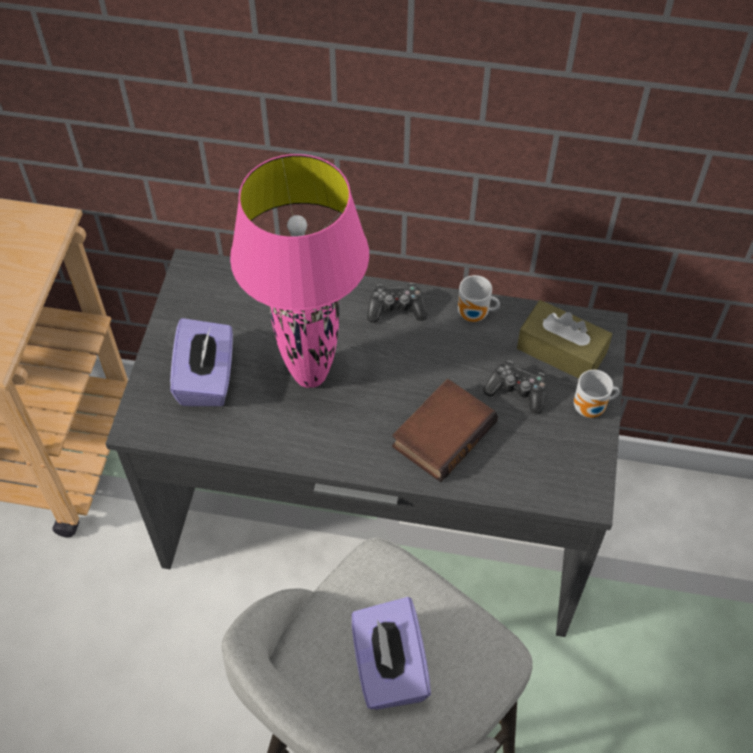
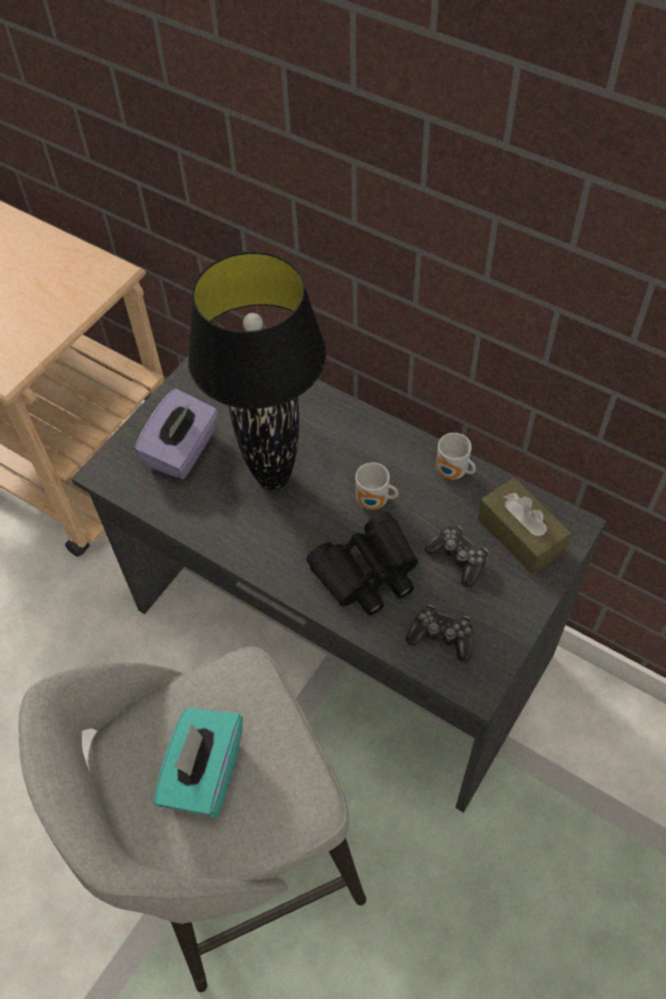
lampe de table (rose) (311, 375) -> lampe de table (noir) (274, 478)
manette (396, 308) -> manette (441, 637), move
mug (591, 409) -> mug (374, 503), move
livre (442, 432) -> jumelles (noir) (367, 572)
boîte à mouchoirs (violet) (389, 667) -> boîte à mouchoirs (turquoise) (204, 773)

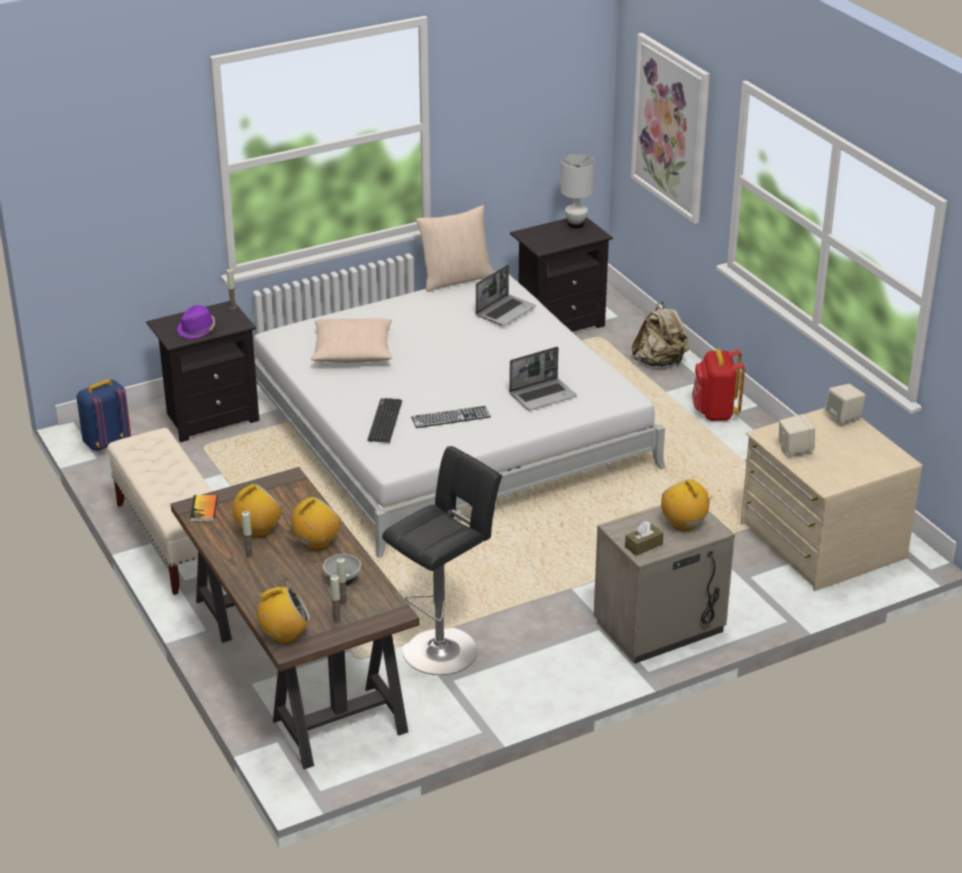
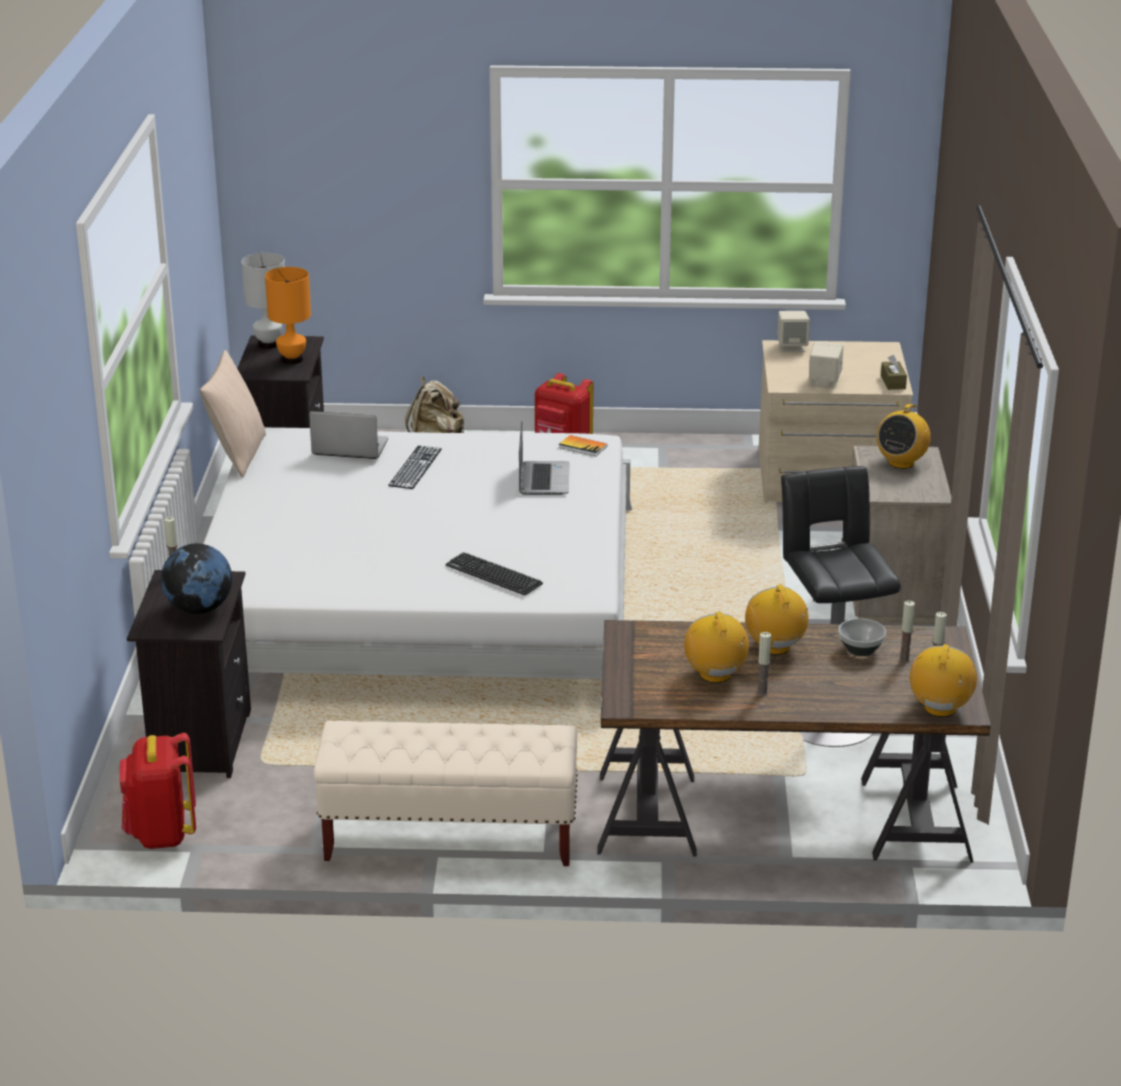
tableau (671, 127) -> none
ordinateur portable (505, 311) -> ordinateur portable (349, 448), 60 degrees counterclockwise
chapeau (violet) (197, 329) -> globe (199, 609)
coussin (beige) (353, 351) -> none
sac à dos (bleu) (106, 442) -> sac à dos (rouge) (161, 834)
clavier (451, 417) -> clavier (415, 467), move
radio (684, 524) -> radio (901, 463), 60 degrees counterclockwise
livre (204, 509) -> livre (583, 447), move
boîte à mouchoirs (marron) (643, 546) -> boîte à mouchoirs (marron) (893, 382), move
none -> lampe de table (orange) (292, 359)

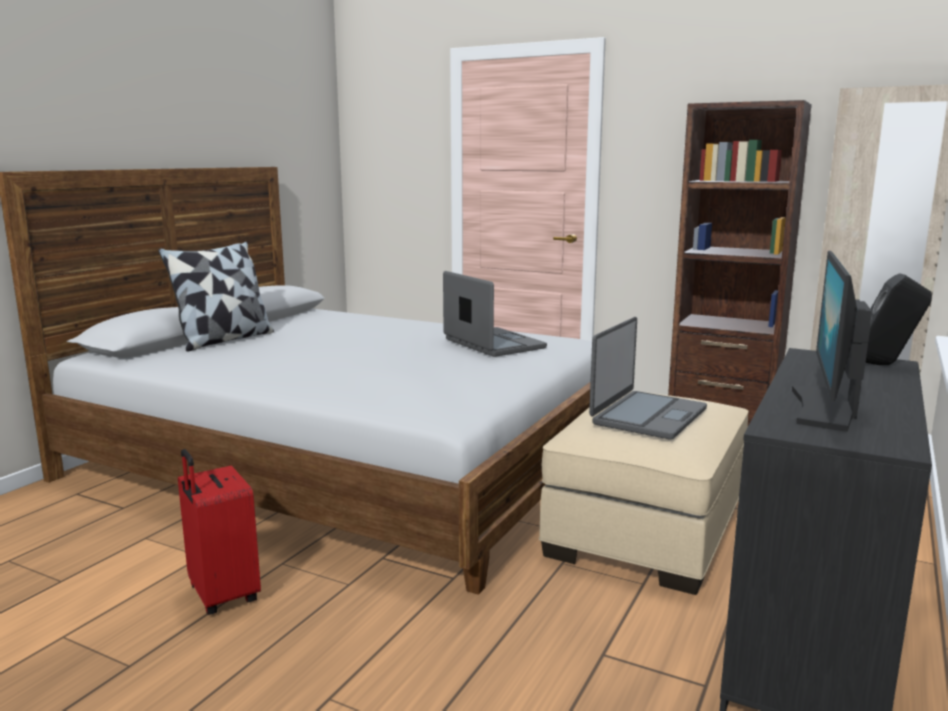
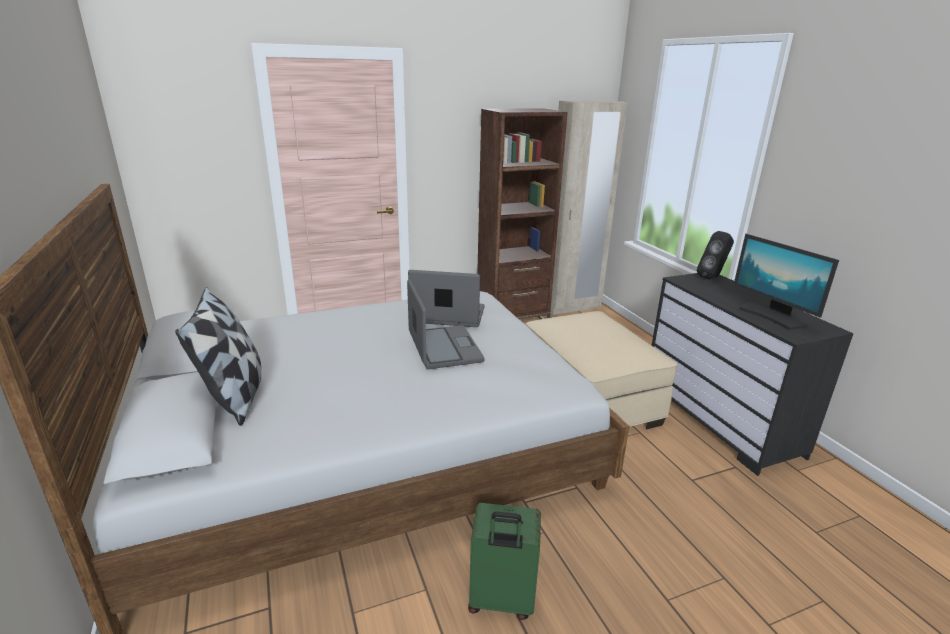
ordinateur portable (647, 416) -> ordinateur portable (443, 348), move
valise (rouge) (221, 595) -> valise (vert) (501, 601)

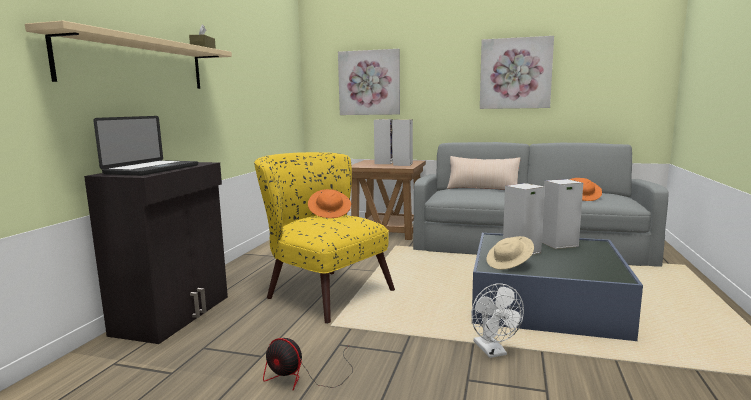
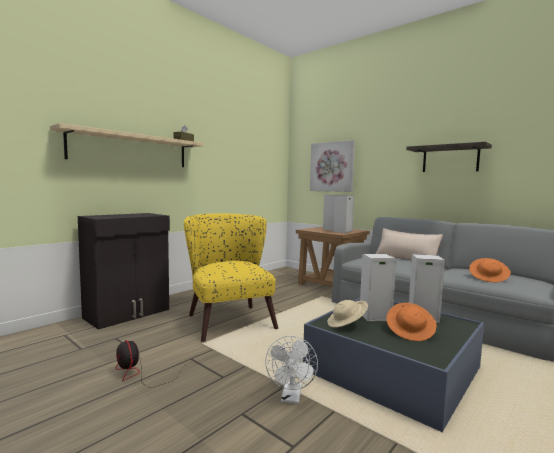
tableau (515, 73) -> étagère (450, 159)
ordinateur portable (152, 169) -> none
chapeau (orange) (330, 214) -> chapeau (orange) (410, 332), move

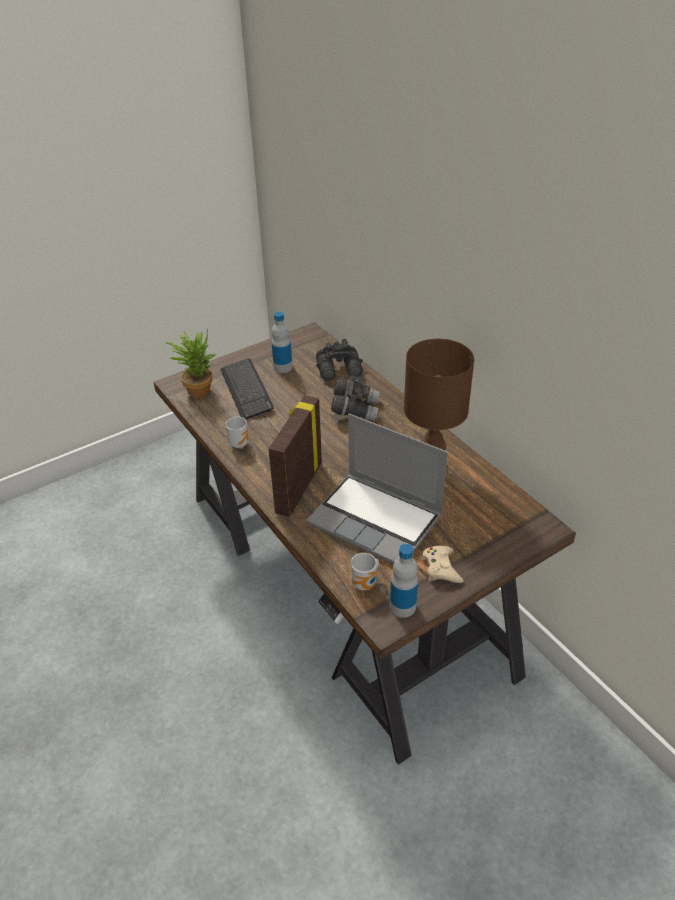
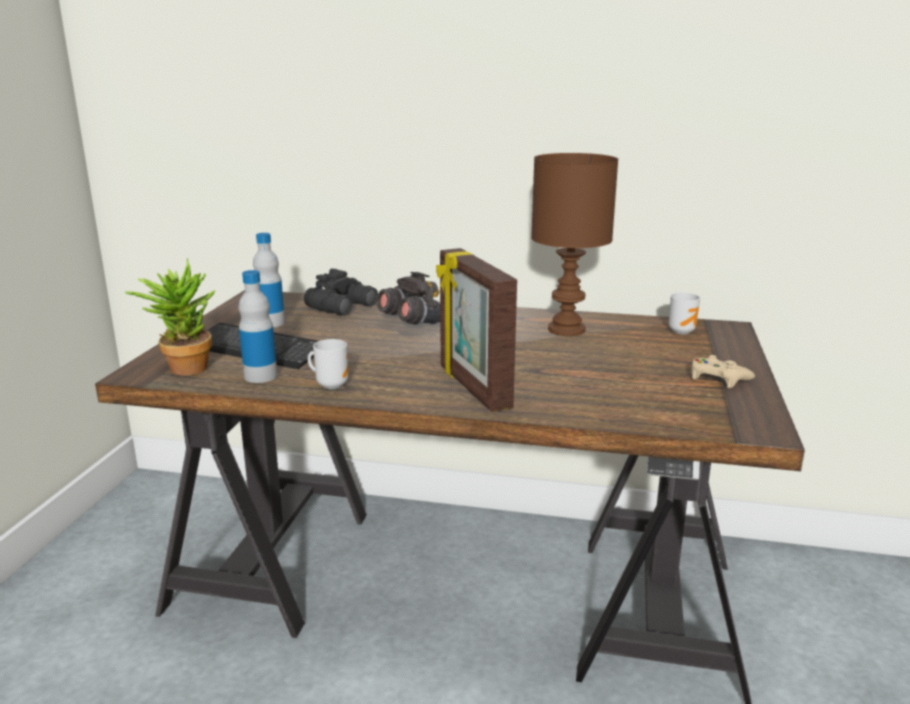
ordinateur portable (377, 520) -> none
bouteille (402, 606) -> bouteille (260, 376), move
mug (366, 584) -> mug (682, 331), move

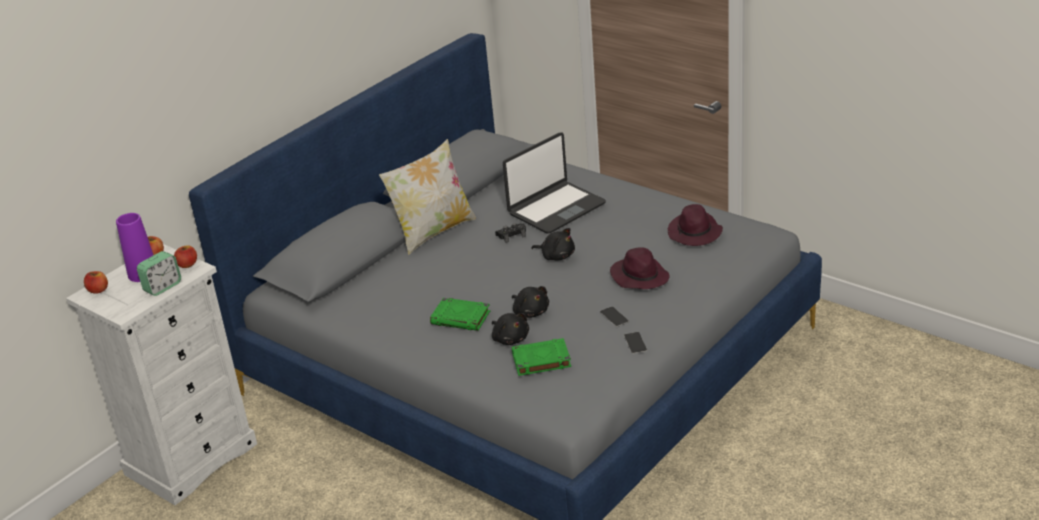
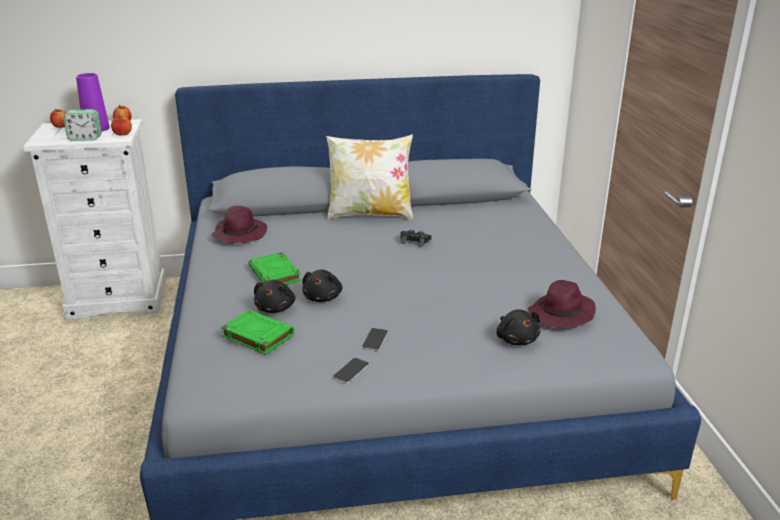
ordinateur portable (556, 208) -> none
peluche (noir) (556, 256) -> peluche (noir) (516, 339), move
chapeau (violet) (639, 277) -> chapeau (violet) (239, 233), move

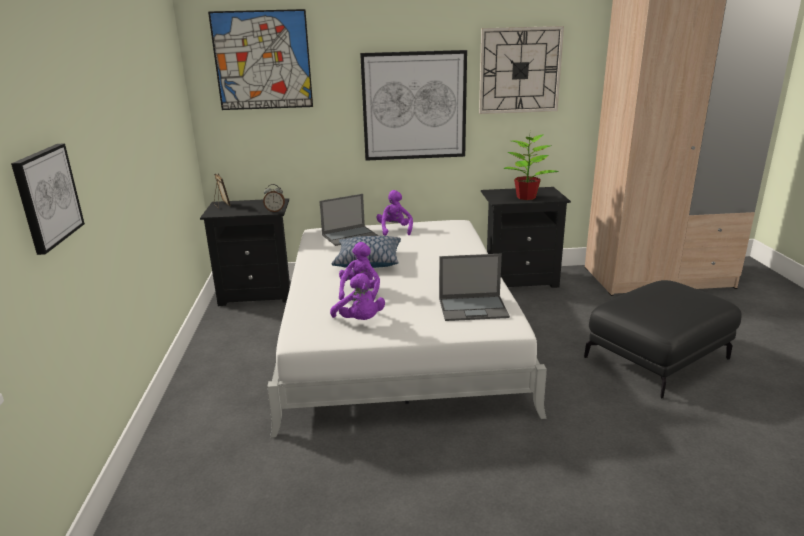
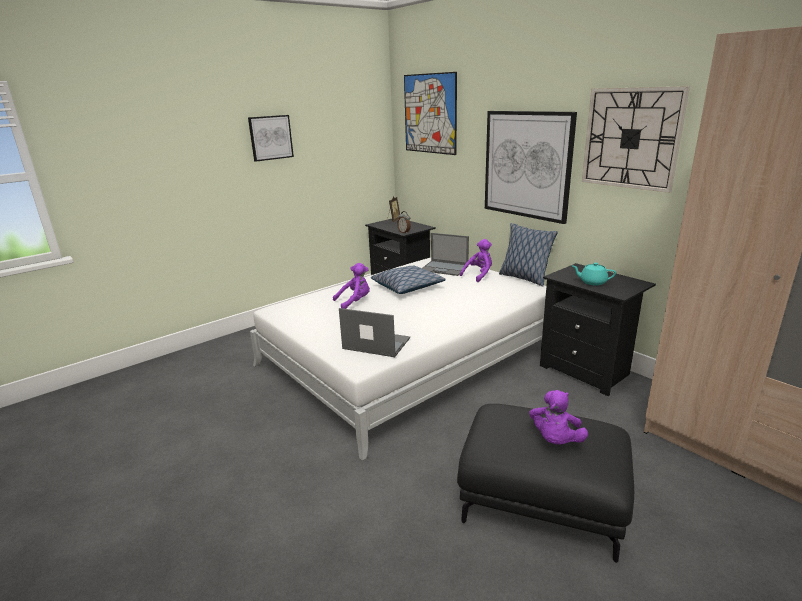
plante en pot (526, 197) -> théière (turquoise) (592, 282)
tableau (47, 197) -> tableau (270, 137), move
ordinateur portable (474, 308) -> ordinateur portable (375, 343), 150 degrees clockwise
peluche (violet) (360, 321) -> peluche (violet) (555, 440), move
none -> coussin (524, 278)

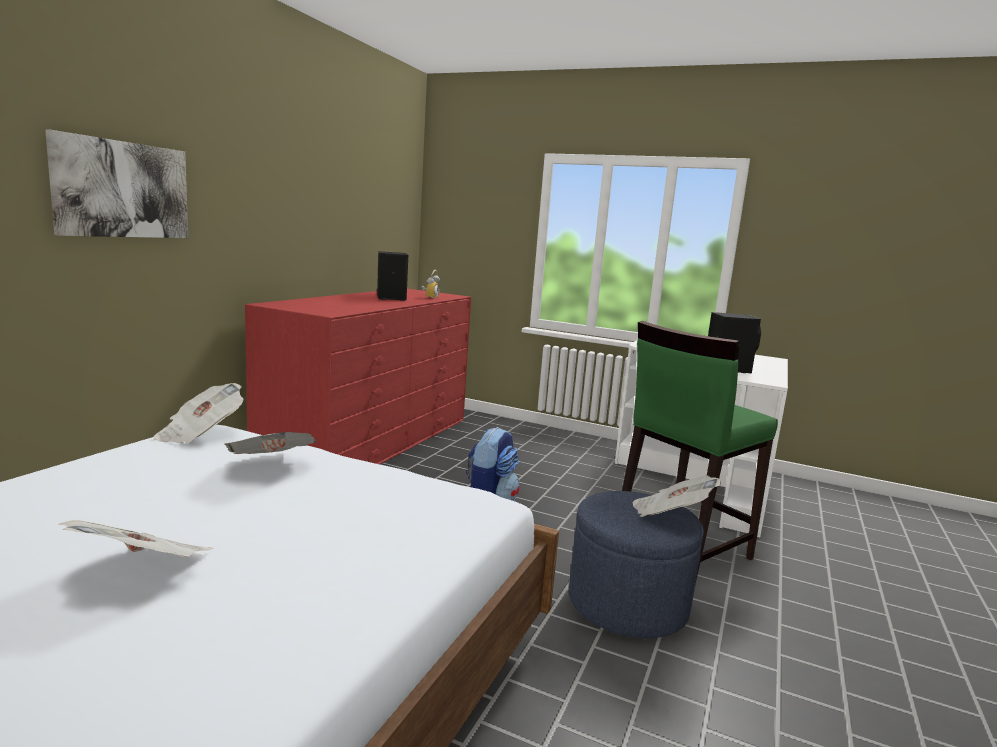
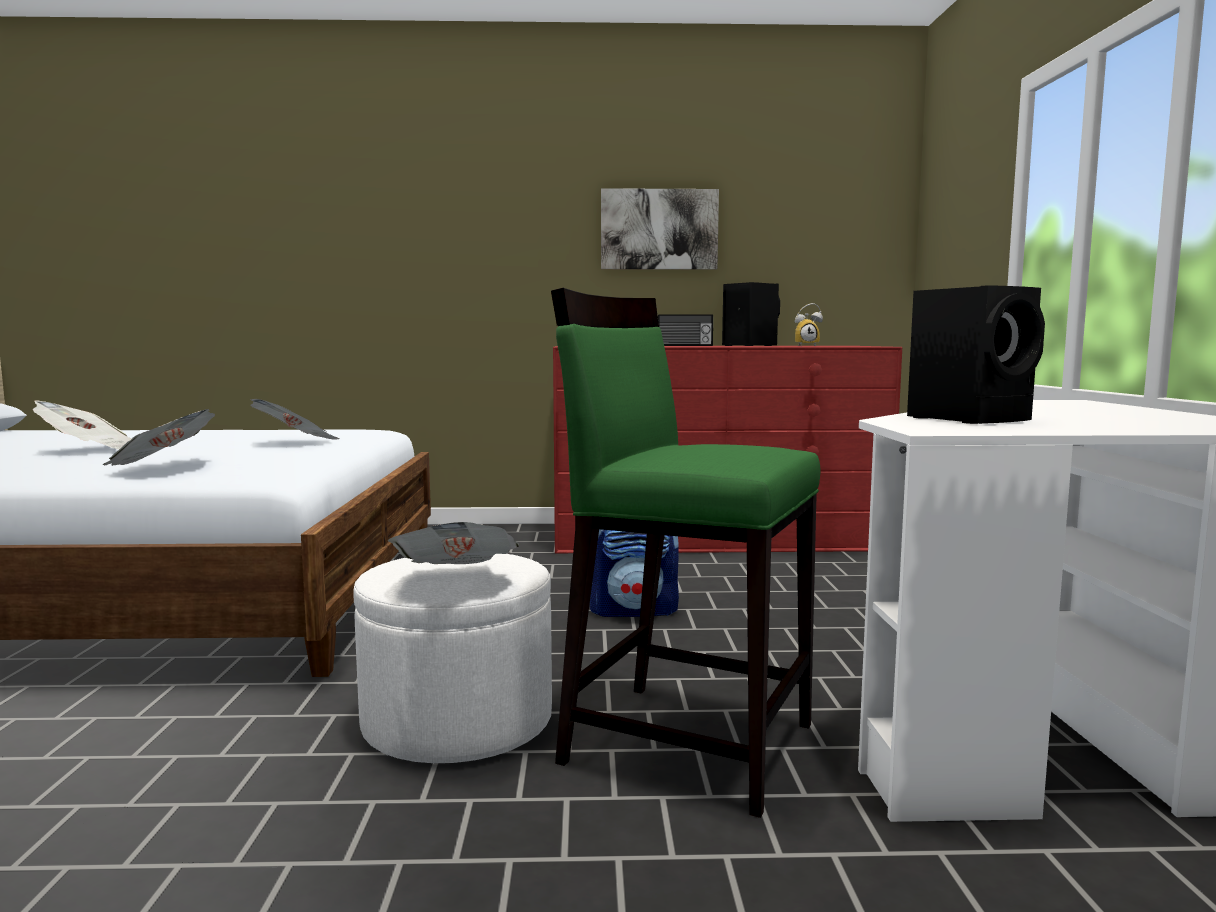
tableau (122, 189) -> tableau (659, 229), move
journal (200, 434) -> journal (162, 466), move
pouf (bleu) (627, 603) -> pouf (blanc) (458, 721)
none -> radio (684, 345)

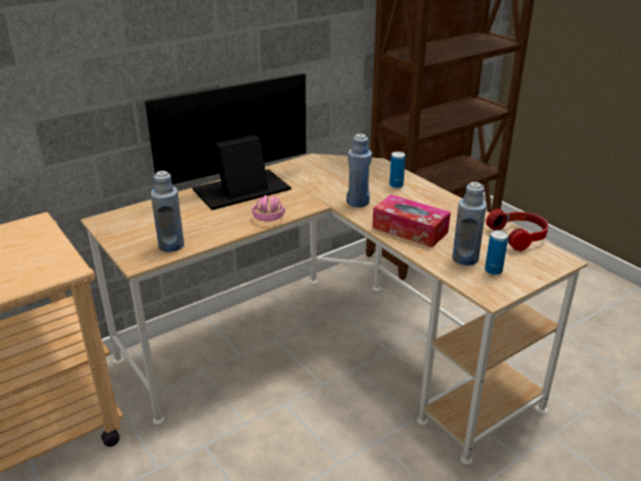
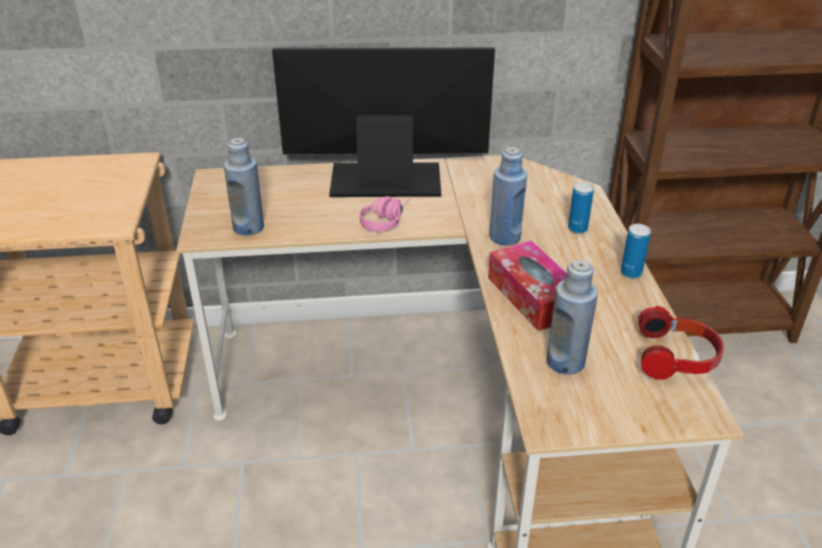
boîte métallique (493, 271) -> boîte métallique (631, 273), move

